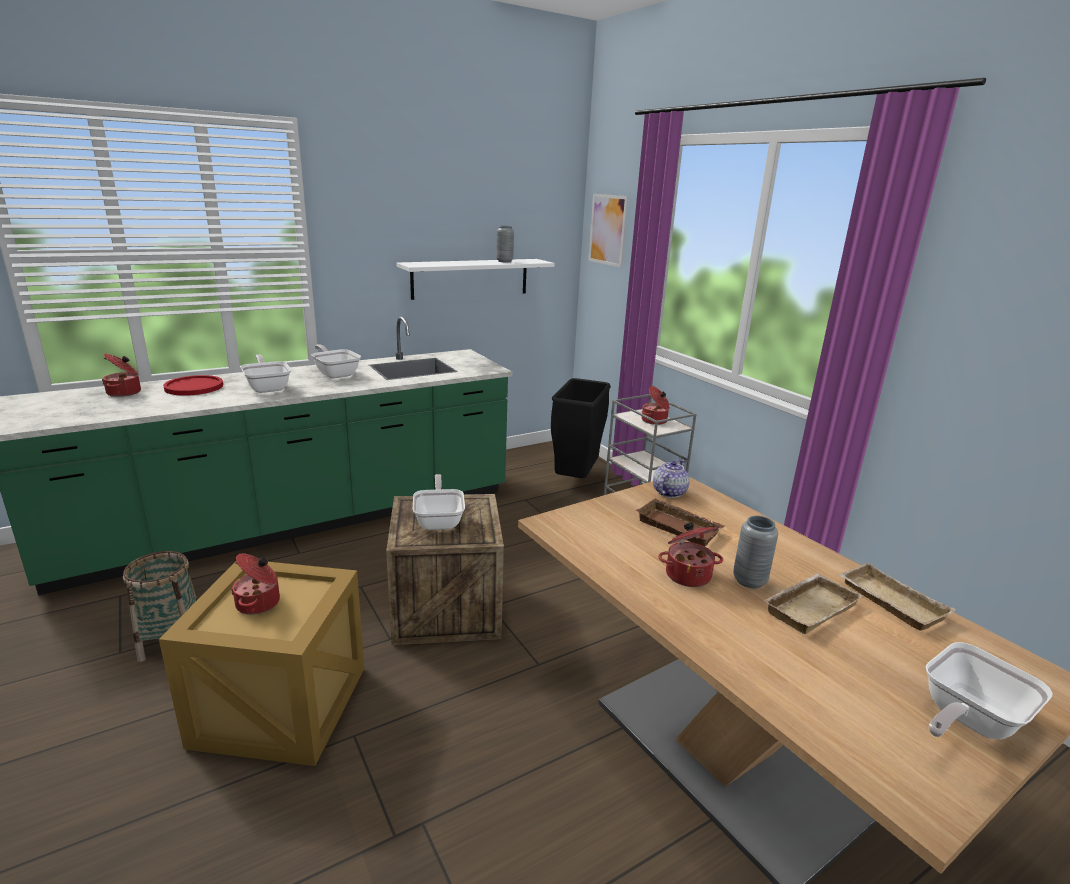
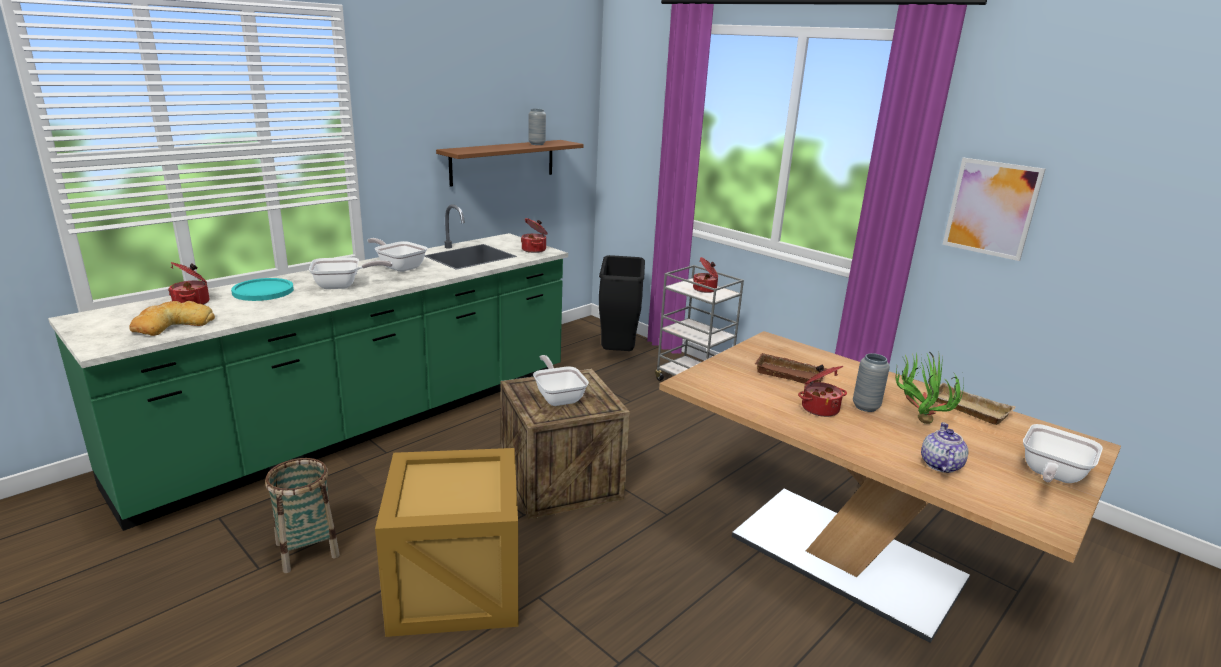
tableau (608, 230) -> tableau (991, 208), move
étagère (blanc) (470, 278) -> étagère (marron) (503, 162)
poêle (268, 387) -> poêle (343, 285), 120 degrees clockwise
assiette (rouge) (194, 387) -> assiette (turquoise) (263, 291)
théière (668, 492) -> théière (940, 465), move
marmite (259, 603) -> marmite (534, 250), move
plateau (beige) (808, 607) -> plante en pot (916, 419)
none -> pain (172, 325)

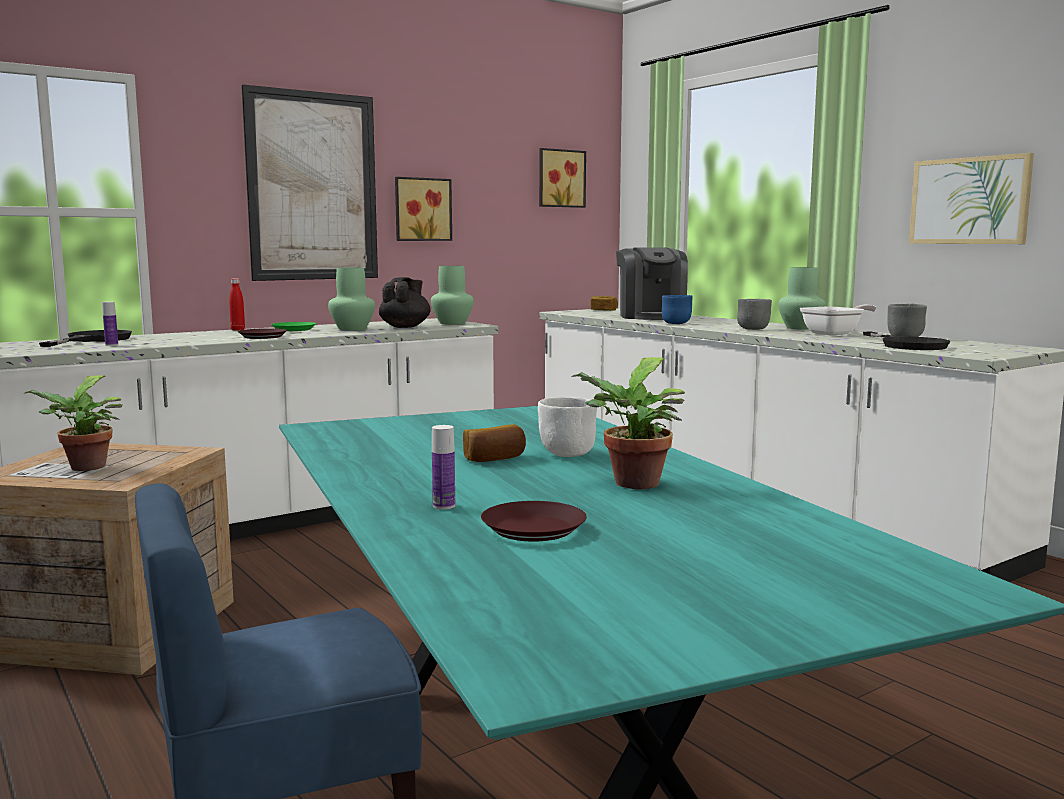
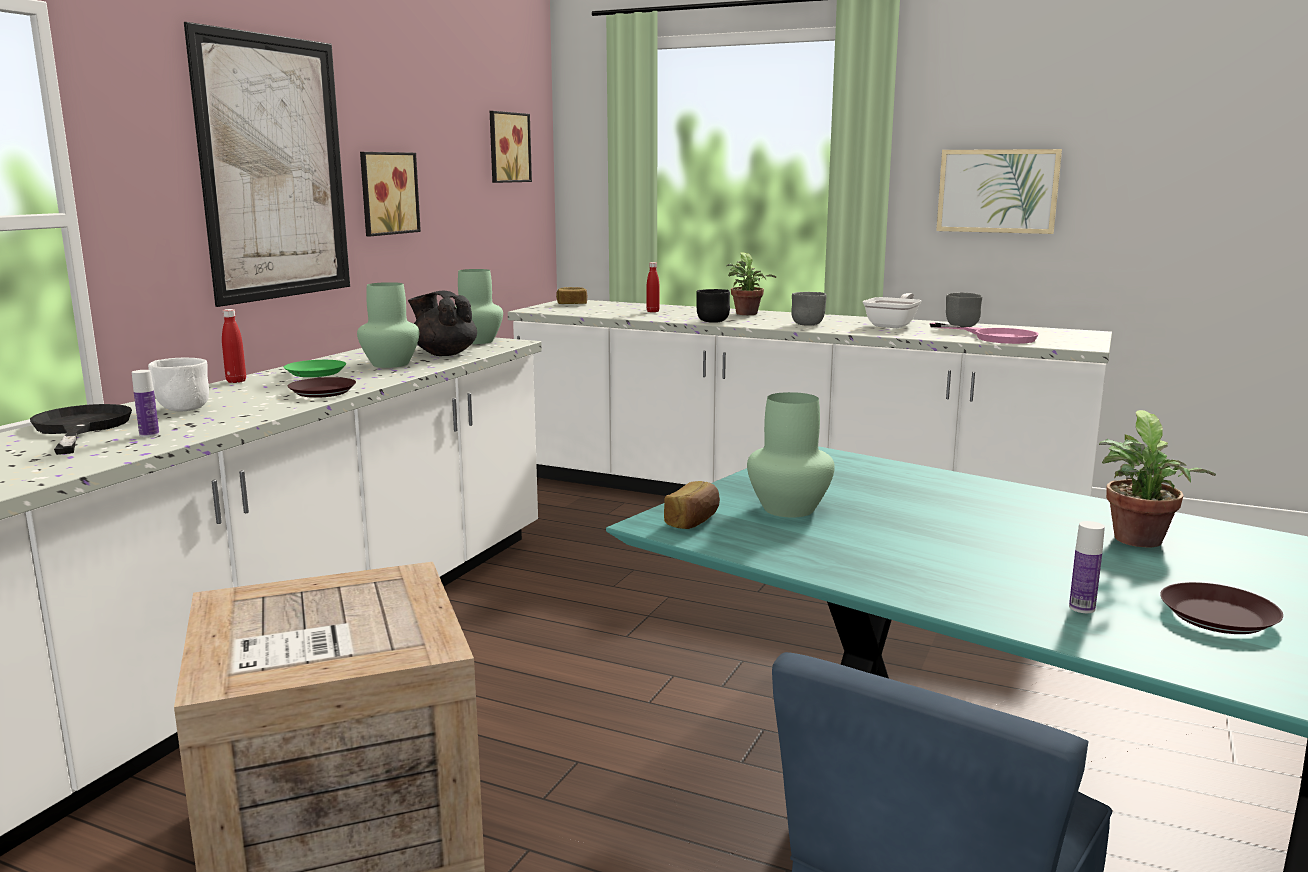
machine à café (651, 316) -> bouteille (rouge) (653, 311)
vase (vert) (800, 328) -> vase (vert) (788, 509), move
théière (noir) (405, 327) -> théière (noir) (444, 354), 45 degrees counterclockwise
bol (bleu) (676, 323) -> bol (noir) (712, 321)
poêle (noir) (908, 345) -> poêle (rose) (995, 337)
plante en pot (84, 468) -> plante en pot (747, 314), move
bol (blanc) (566, 454) -> bol (blanc) (183, 409), move
pain (494, 458) -> pain (694, 521), move

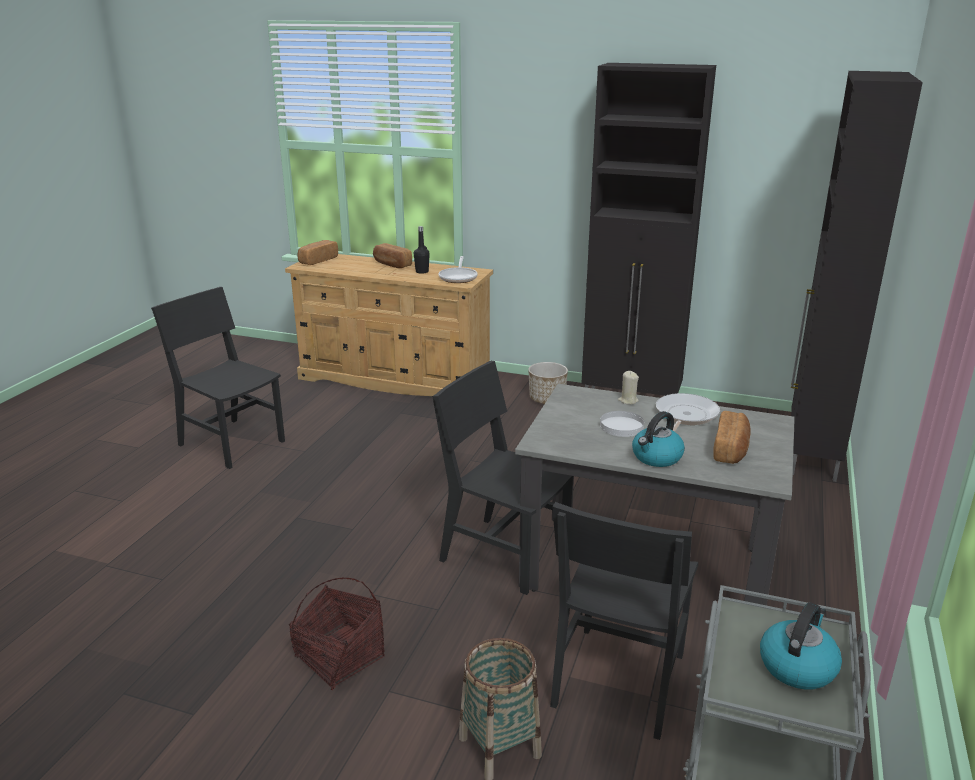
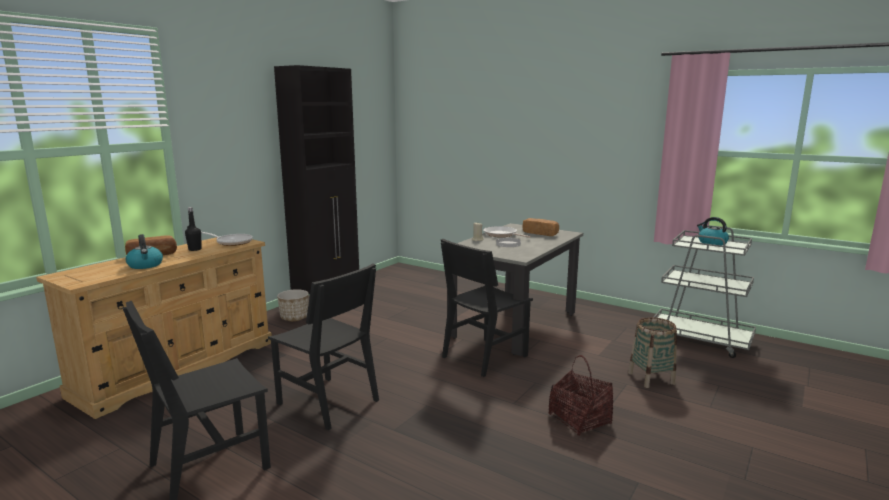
meuble de rangement (noir) (811, 454) -> none
pain (318, 260) -> none
bouilloire (656, 457) -> bouilloire (145, 265), move
chaise (noir) (619, 679) -> chaise (noir) (327, 402), move

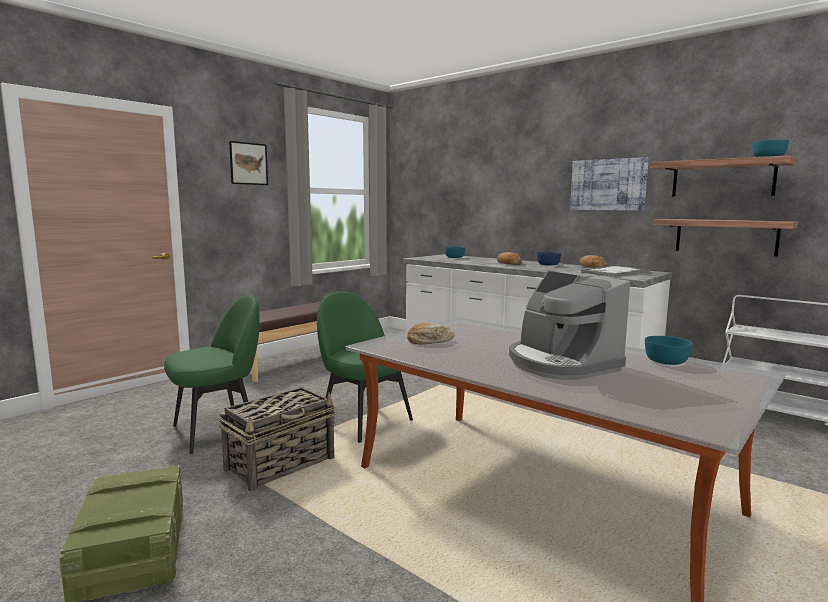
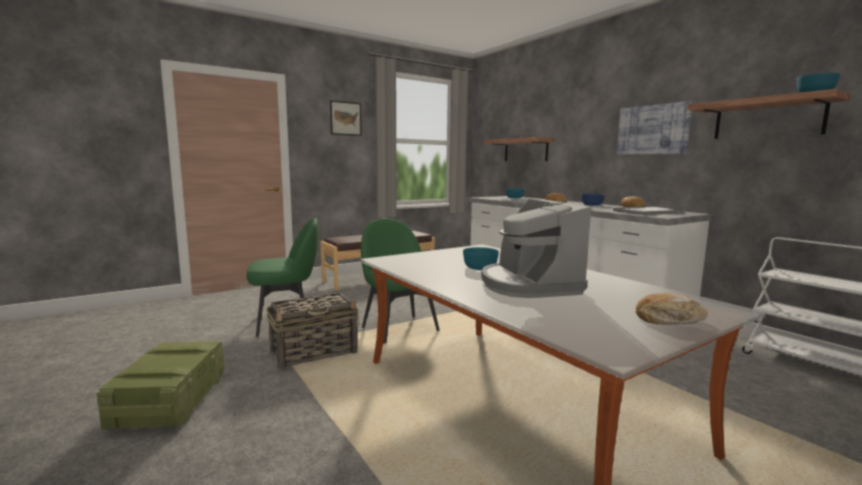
étagère (725, 236) -> étagère (525, 150), move
pain (429, 341) -> pain (669, 319), move
bol (turquoise) (666, 361) -> bol (turquoise) (480, 268), move

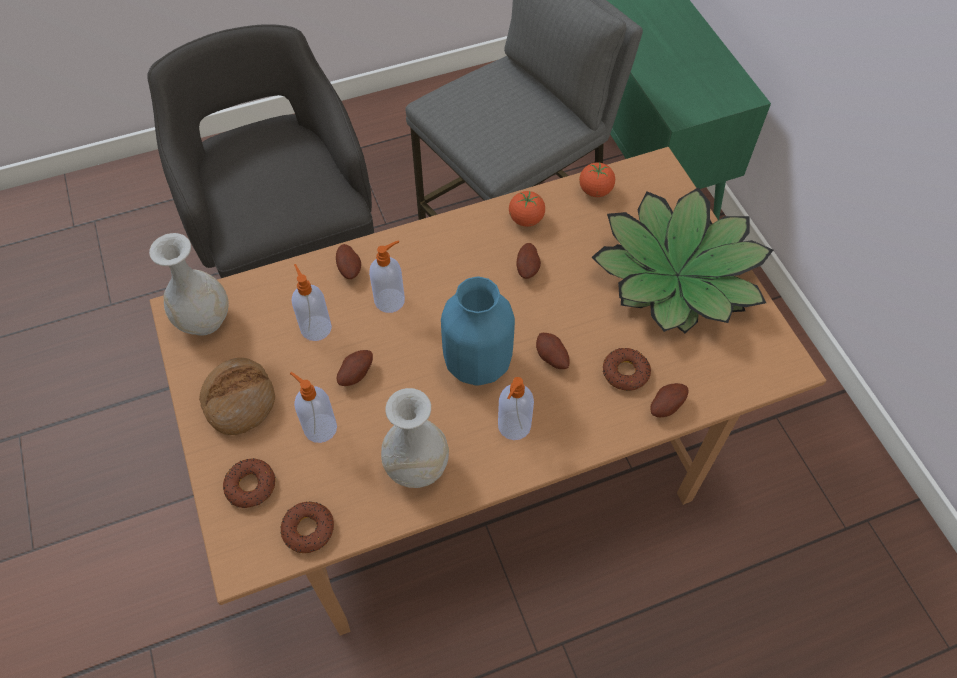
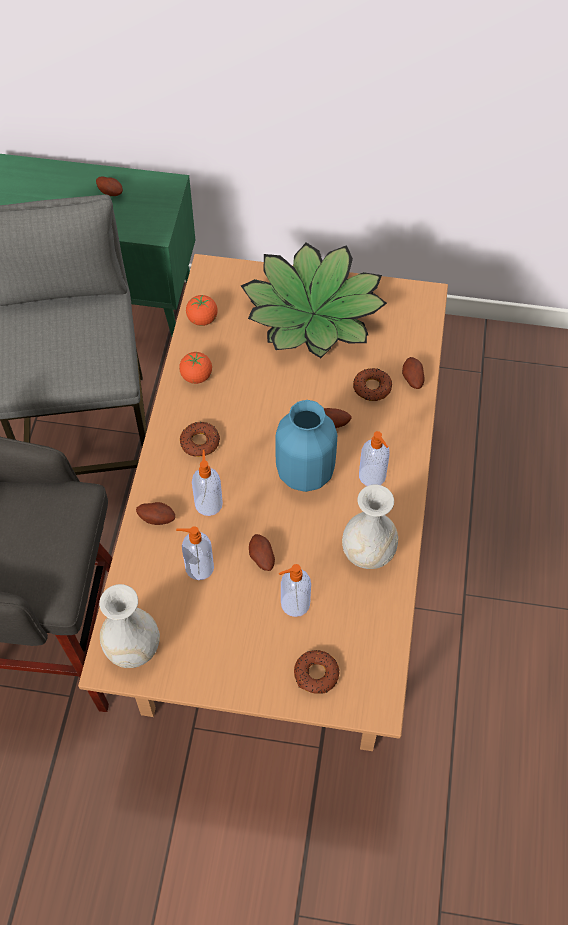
pomme de terre (528, 268) -> pomme de terre (111, 192), move
pain (239, 400) -> none
beignet (308, 529) -> beignet (199, 442), move

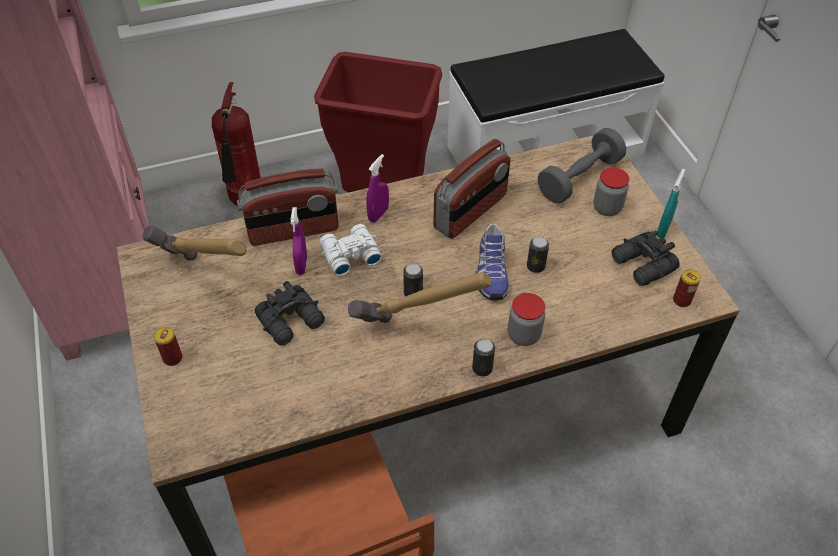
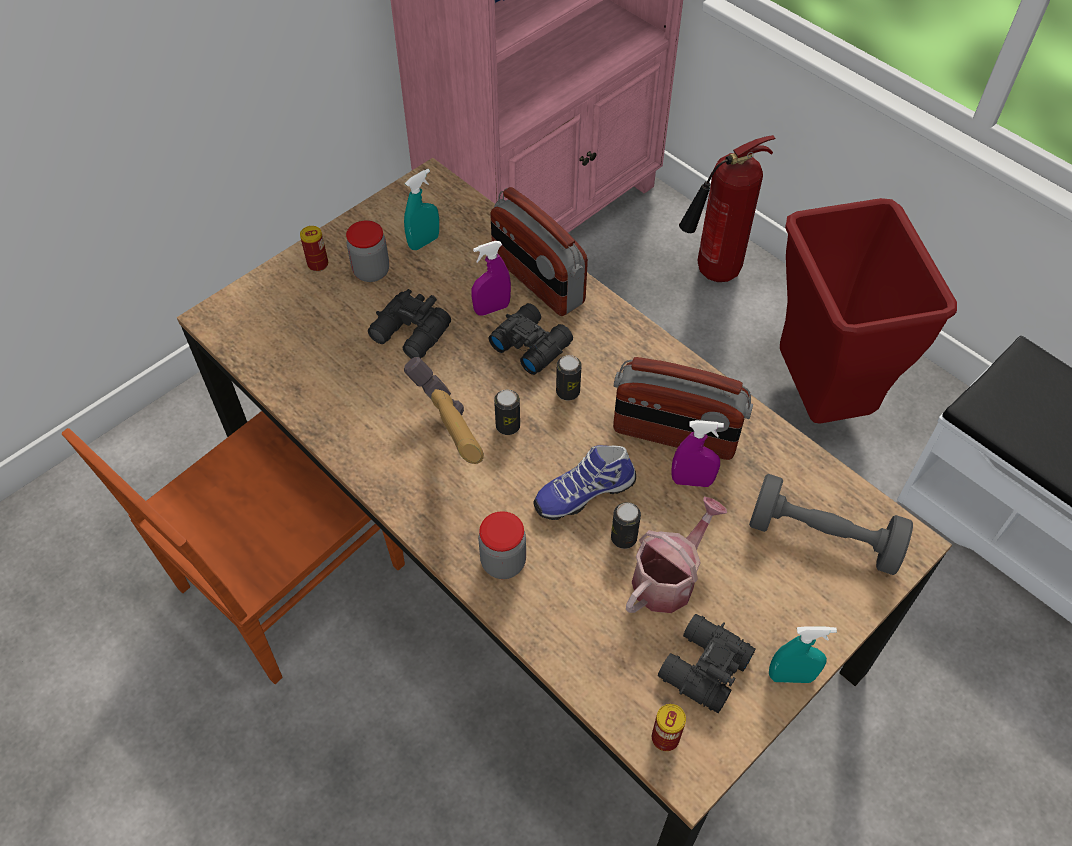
vaporisateur (violet) (378, 214) -> vaporisateur (violet) (692, 481), move
bocal (607, 208) -> bocal (371, 271), move
jumelles (blanc) (349, 255) -> jumelles (noir) (531, 344)
marteau (204, 282) -> vaporisateur (turquoise) (424, 242)
boîte métallique (482, 368) -> boîte métallique (568, 392), move
none -> arrosoir (669, 578)

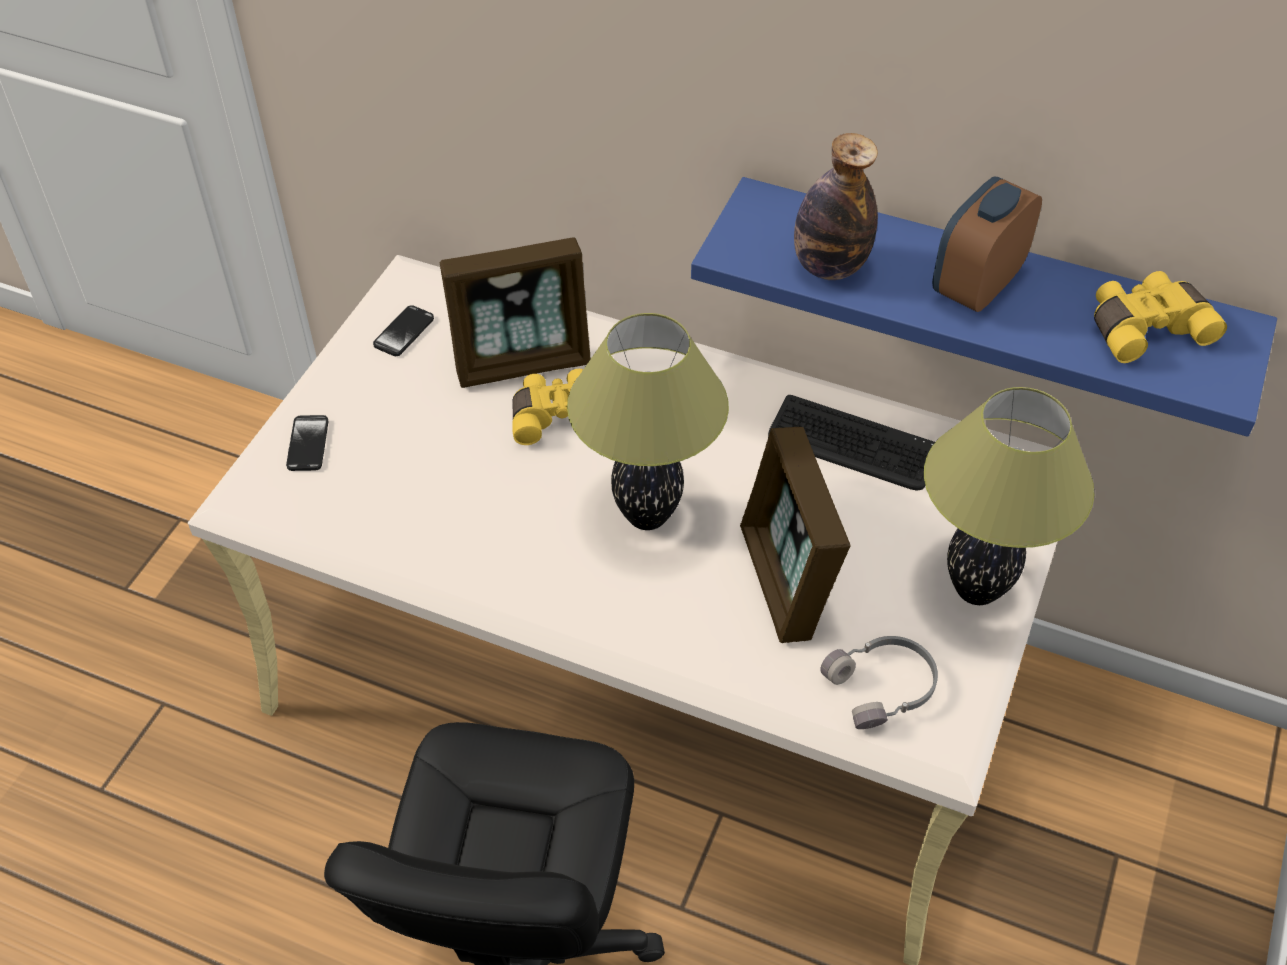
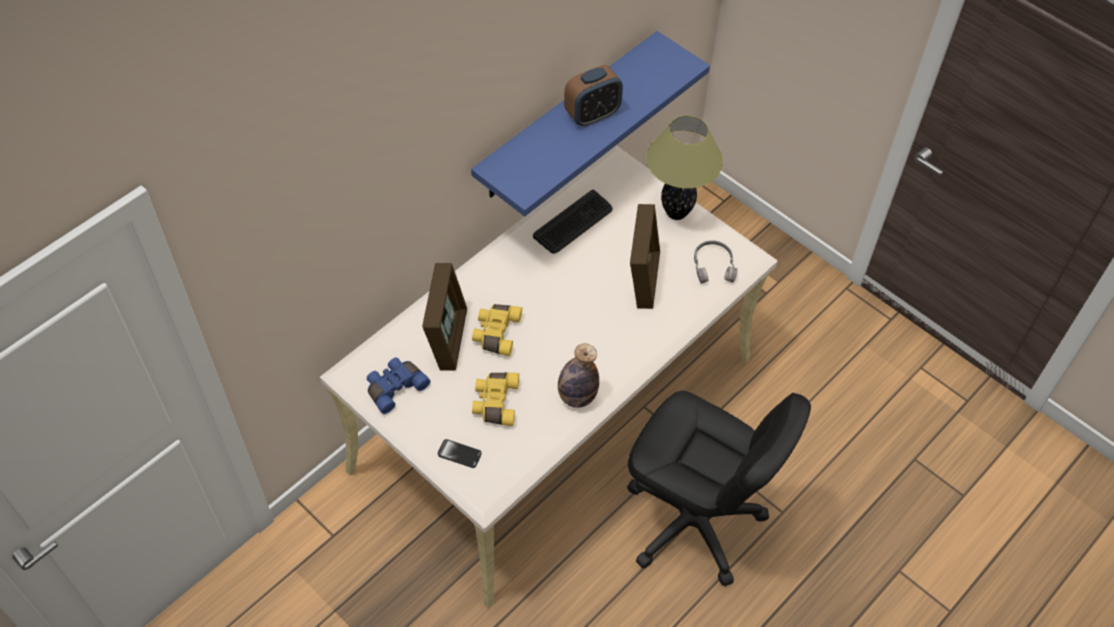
bouteille (829, 266) -> bouteille (577, 396), move
réveil (976, 286) -> réveil (592, 115), 90 degrees counterclockwise
jumelles (jaune) (1145, 327) -> jumelles (jaune) (495, 402), move
téléphone (404, 332) -> jumelles (bleu) (395, 387)
lampe de table (646, 516) -> none
cadre photo (785, 582) -> cadre photo (643, 279), 90 degrees counterclockwise

